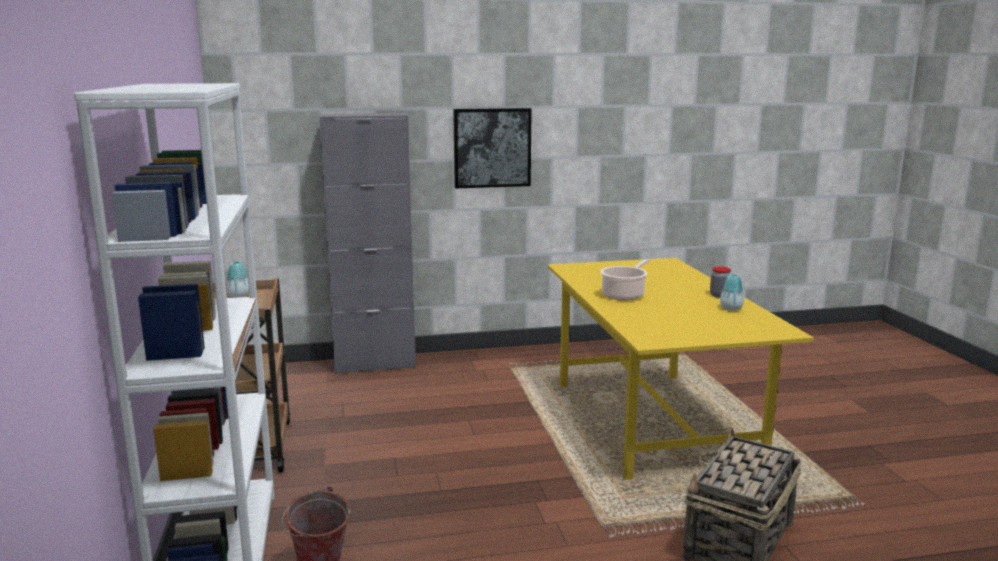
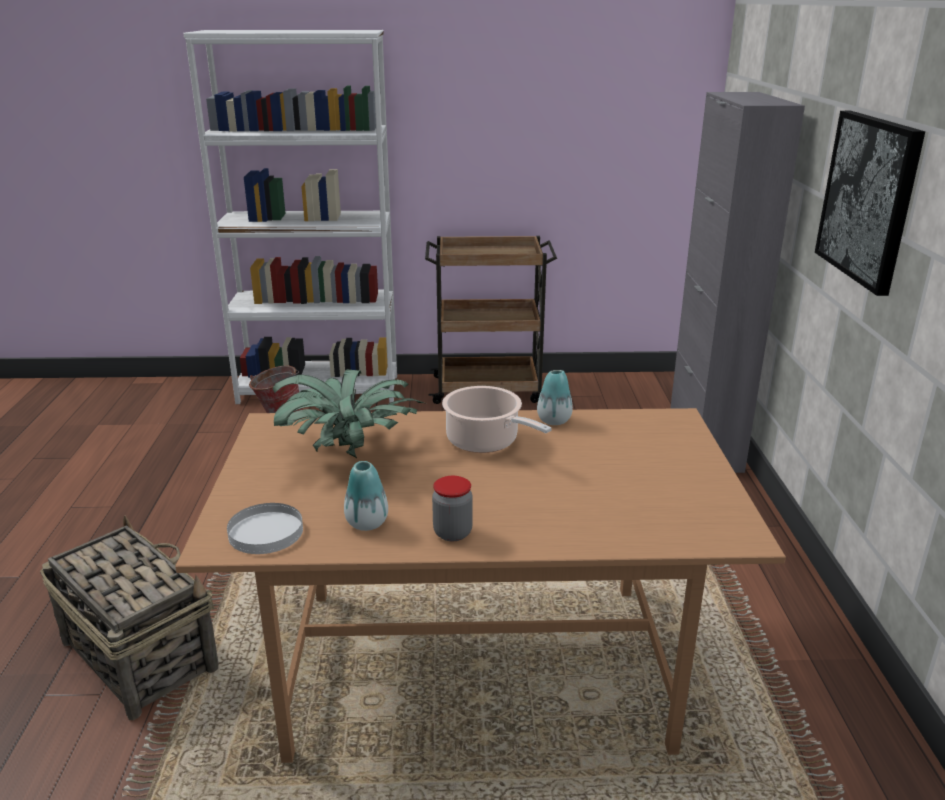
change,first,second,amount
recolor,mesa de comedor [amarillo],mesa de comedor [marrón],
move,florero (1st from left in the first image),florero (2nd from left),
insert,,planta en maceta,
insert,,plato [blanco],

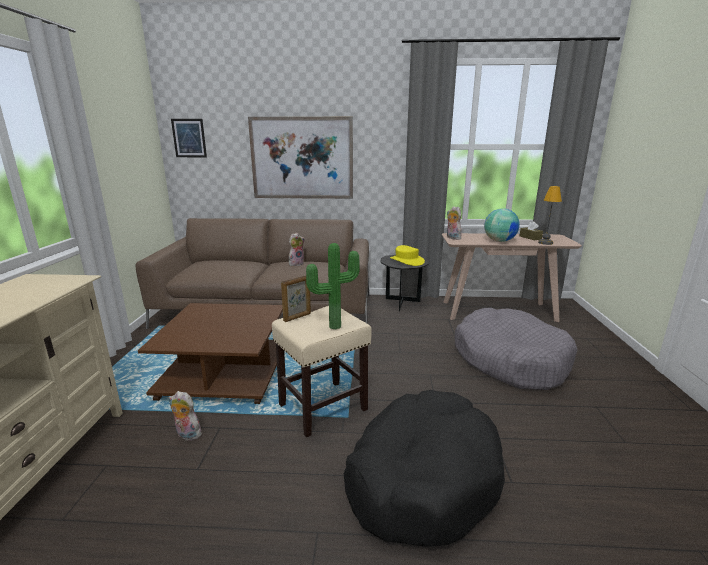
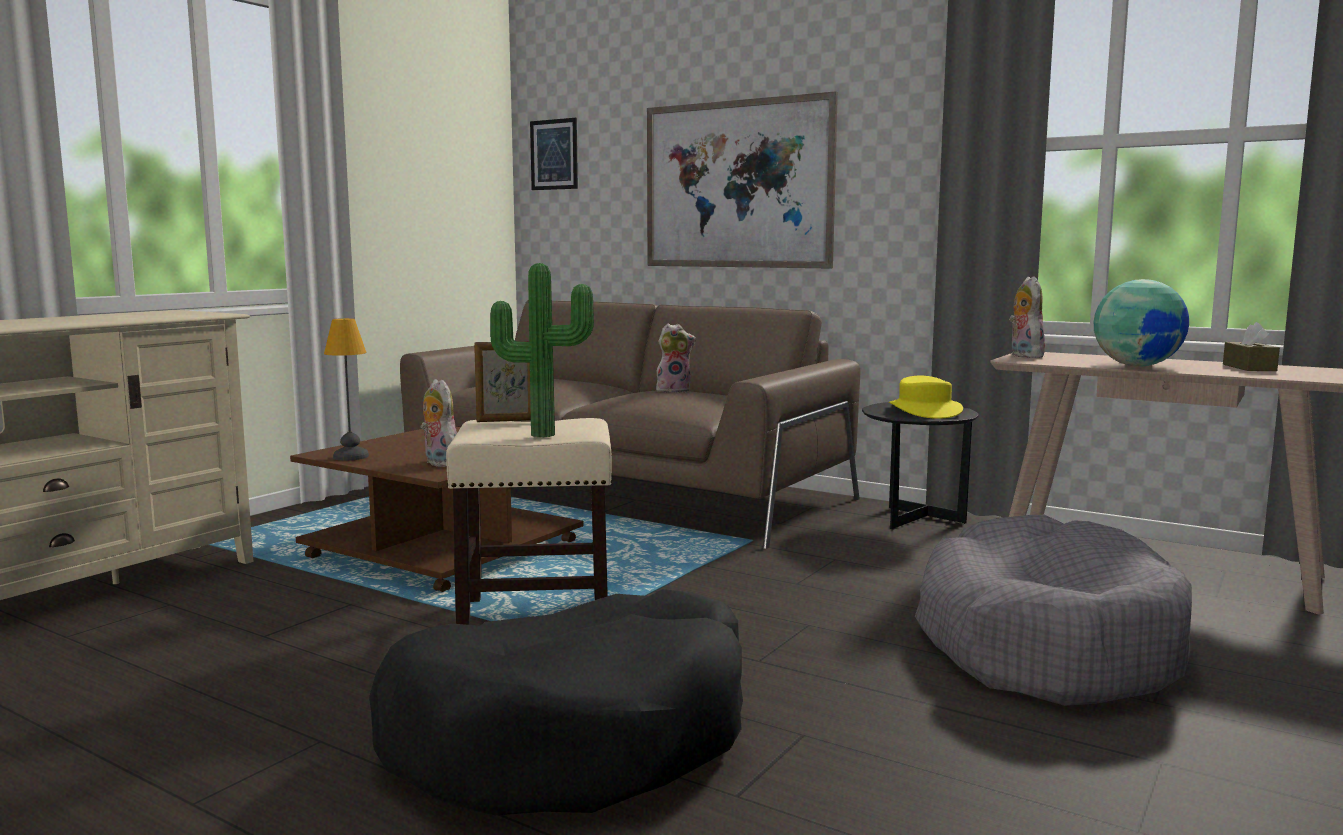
change,first,second,amount
move,lámpara de mesa,,
move,peluche (1st from left),,

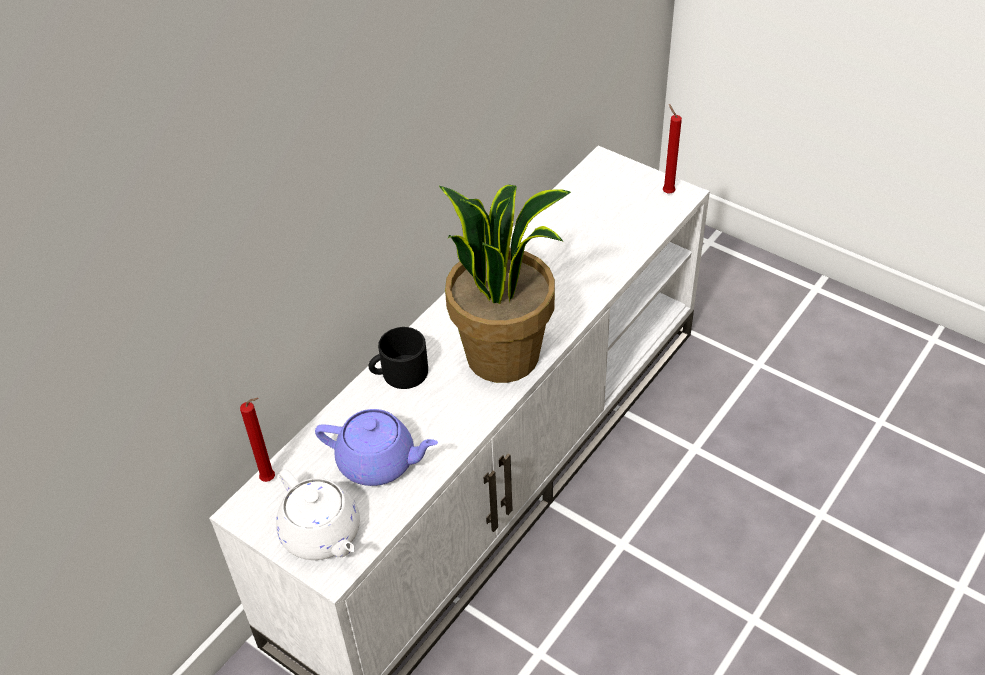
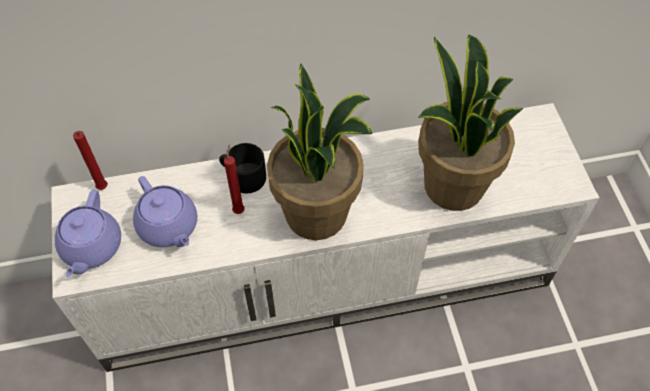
change,first,second,amount
move,vela [rojo] (2nd from left),,
recolor,tetera [blanco],tetera [morado] (1st from left),
insert,,planta en maceta (2nd from left),

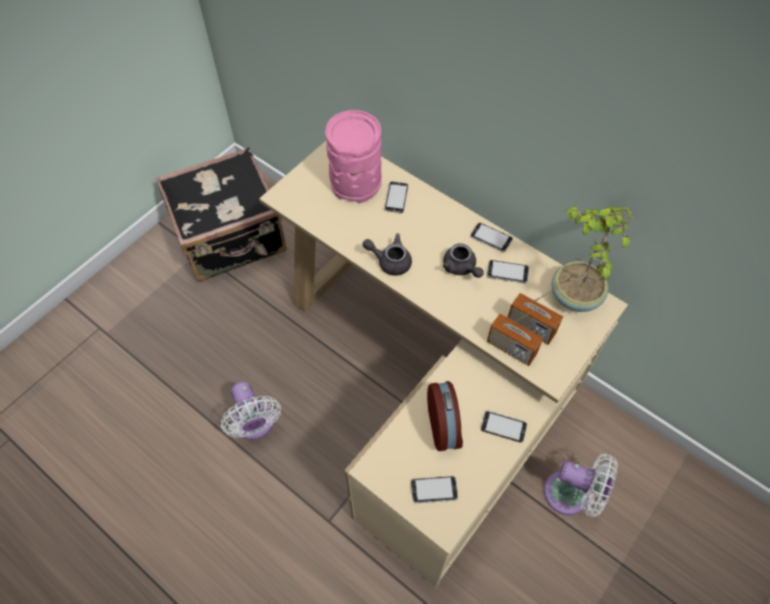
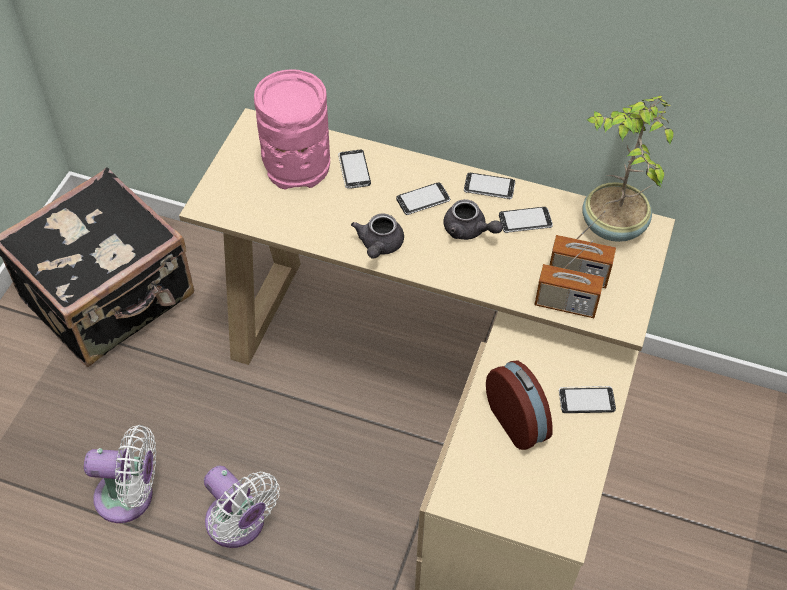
change,first,second,amount
rotate,tetera [gris] (1st from left),,75 degrees counterclockwise
move,ventilador [blanco] (2nd from left in the first image),ventilador [blanco] (1st from left),
move,móvil (2nd from left),,

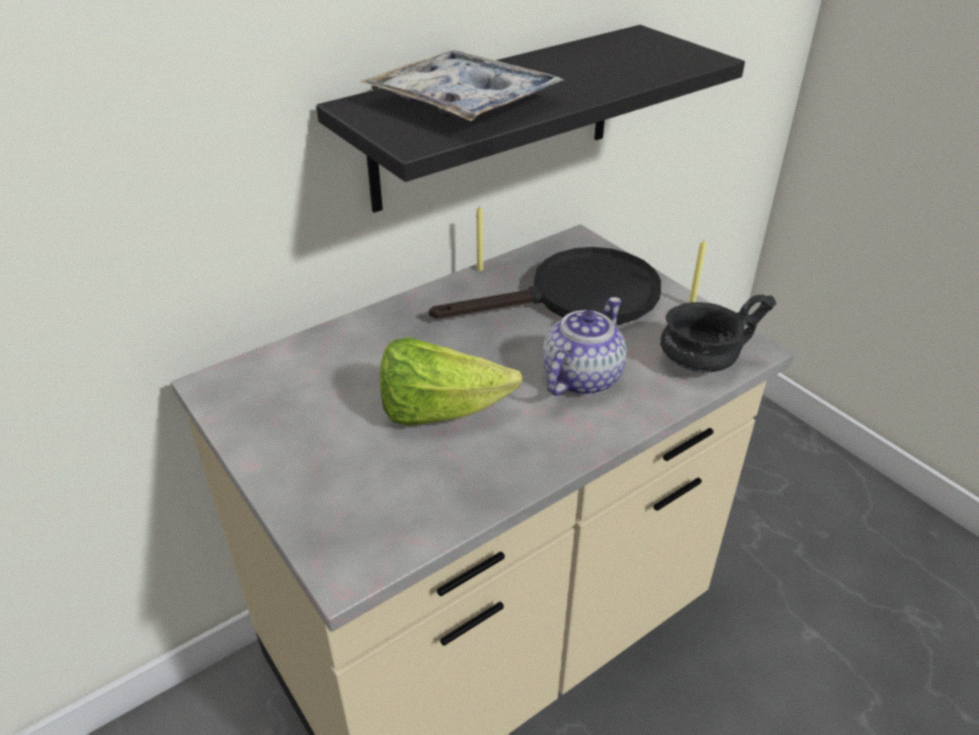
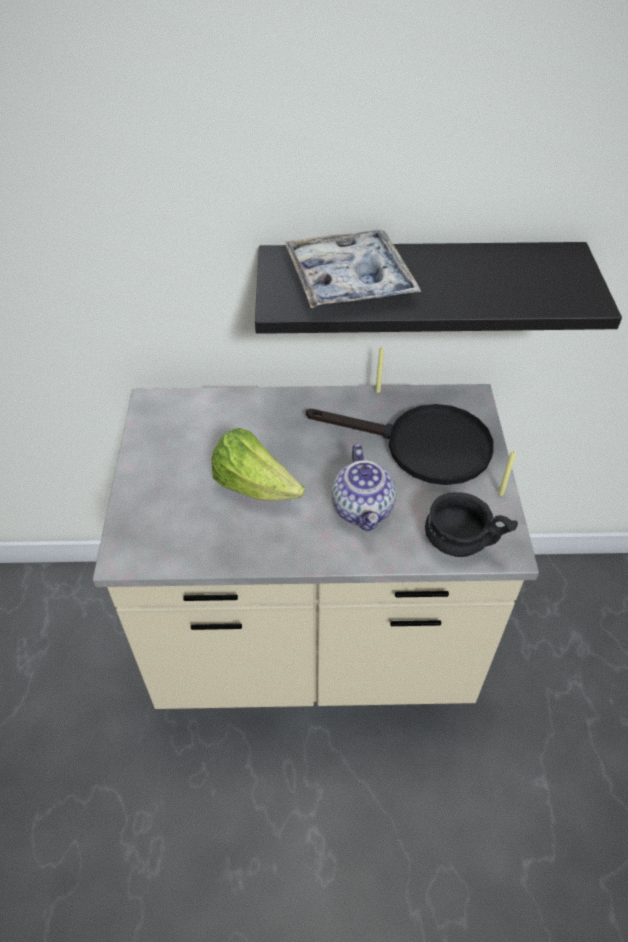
change,first,second,amount
rotate,tetera,,105 degrees clockwise

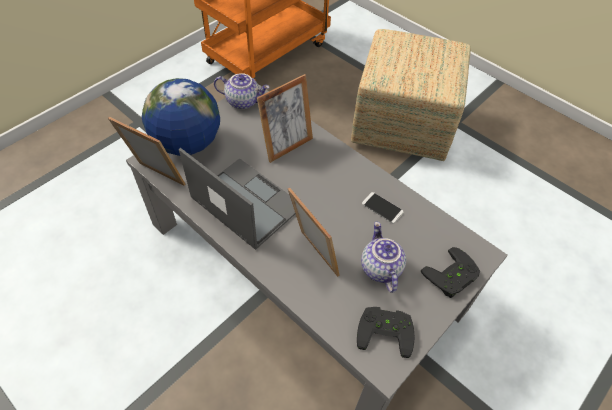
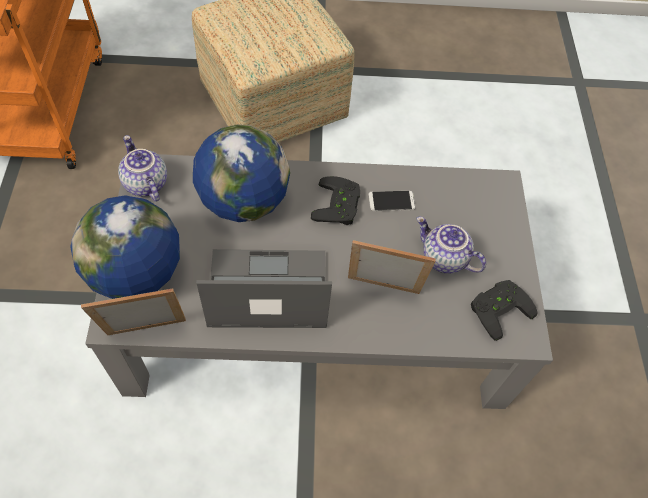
change,first,second,amount
rotate,tetera (1st from left),,90 degrees counterclockwise
replace,portarretratos (2nd from left),globo terráqueo (2nd from left),
move,mando de consola [negro] (2nd from left in the first image),mando de consola [negro] (1st from left),

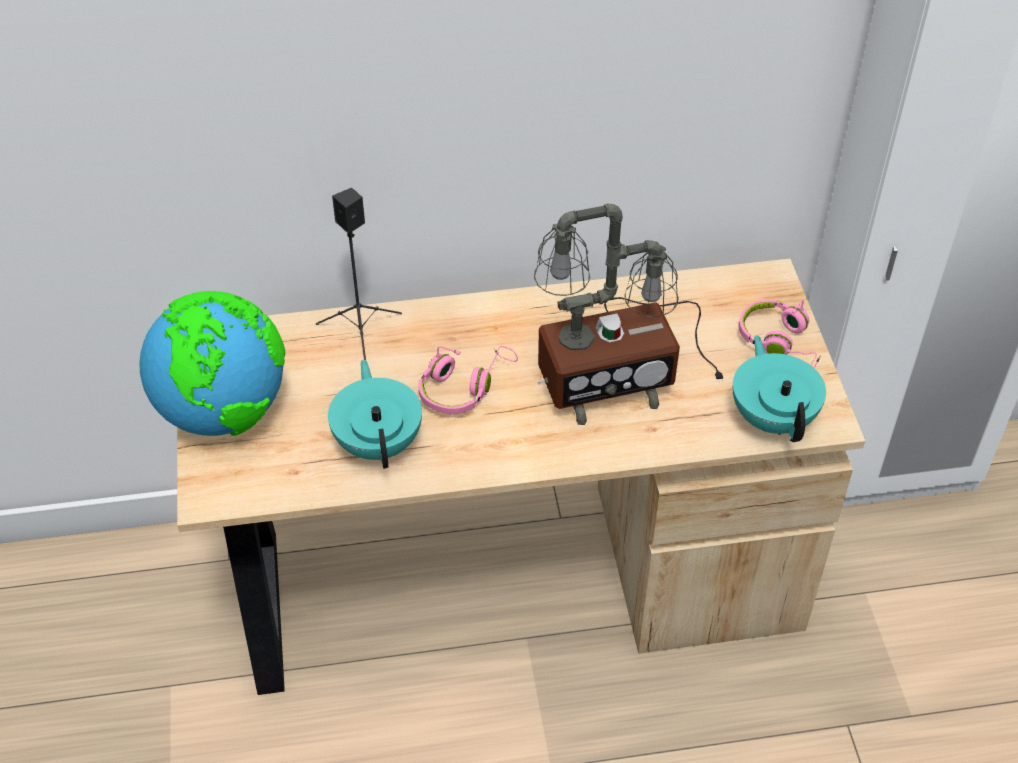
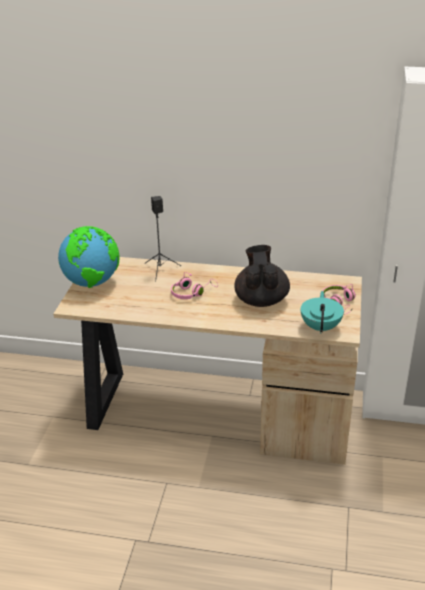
change,first,second,amount
replace,lámpara de mesa,tetera [negro],
delete,tetera [turquesa] (1st from left),,

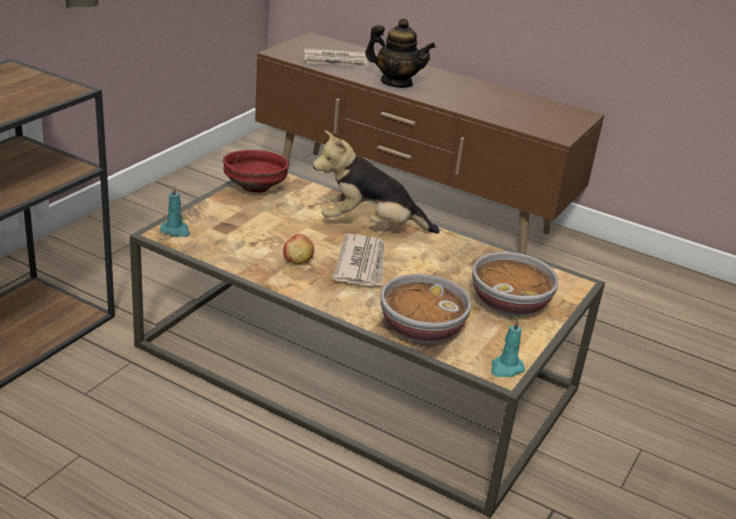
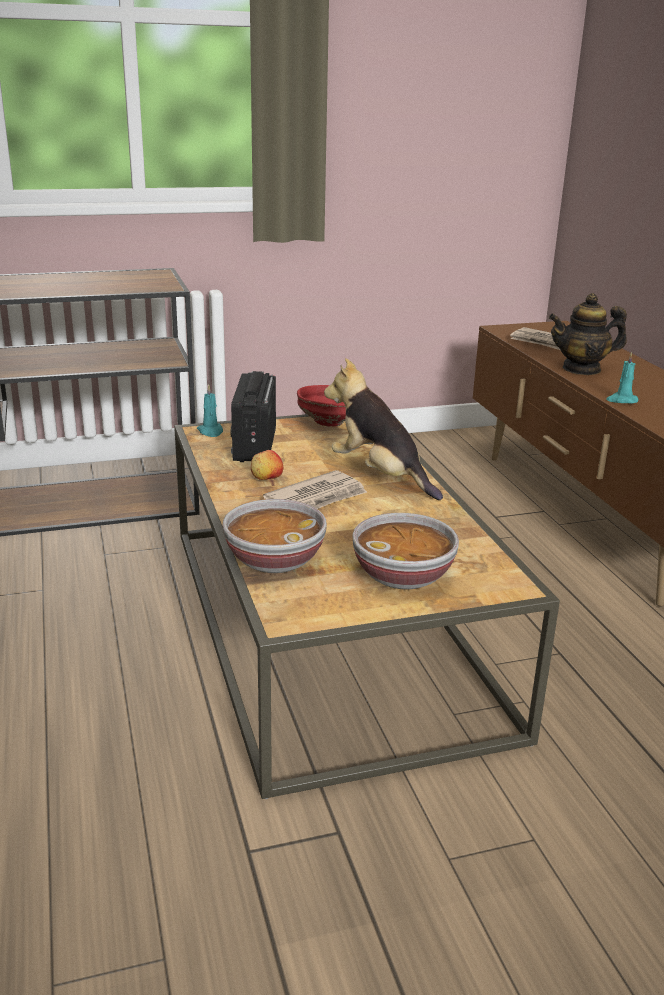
change,first,second,amount
rotate,tetera,,105 degrees clockwise
move,vela [turquesa] (2nd from left),,
insert,,radio,

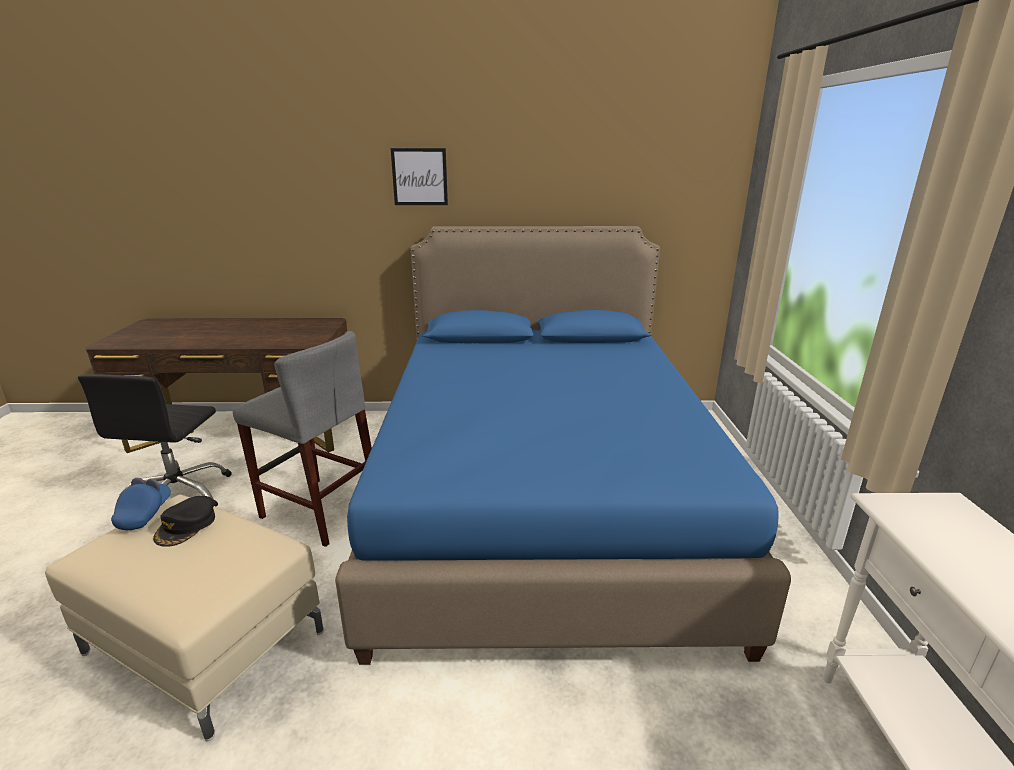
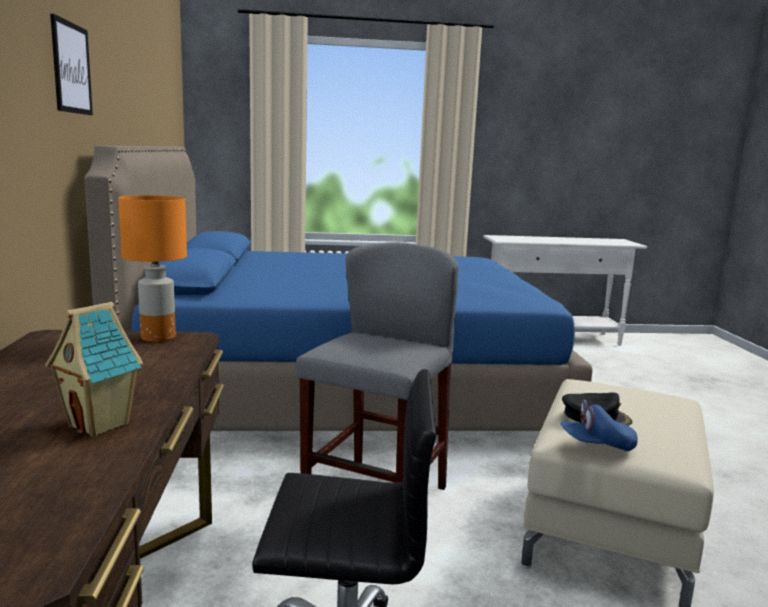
change,first,second,amount
insert,,lámpara de mesa [naranja],
insert,,casita,

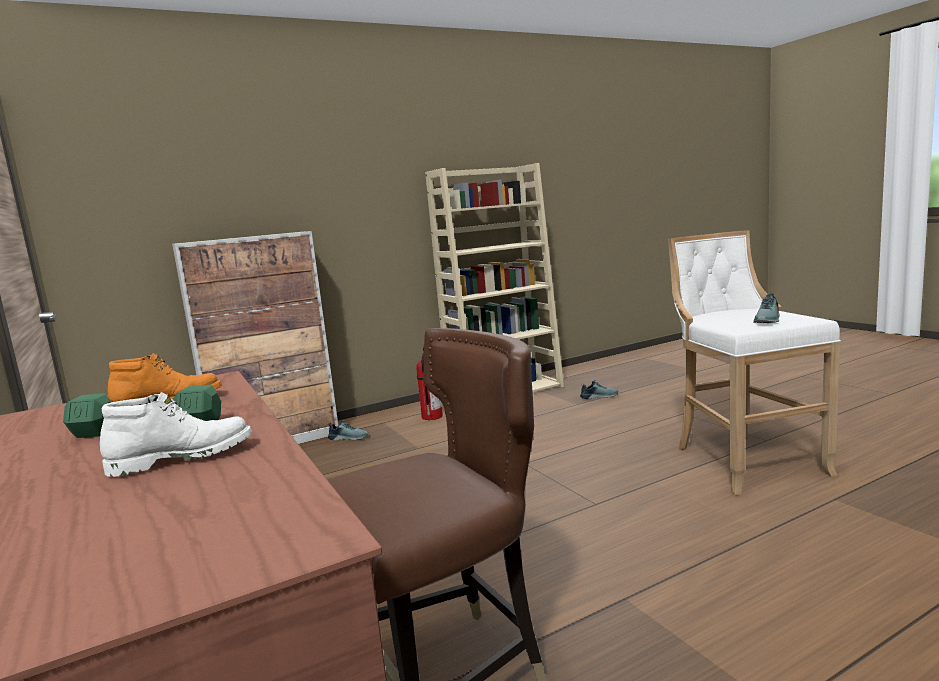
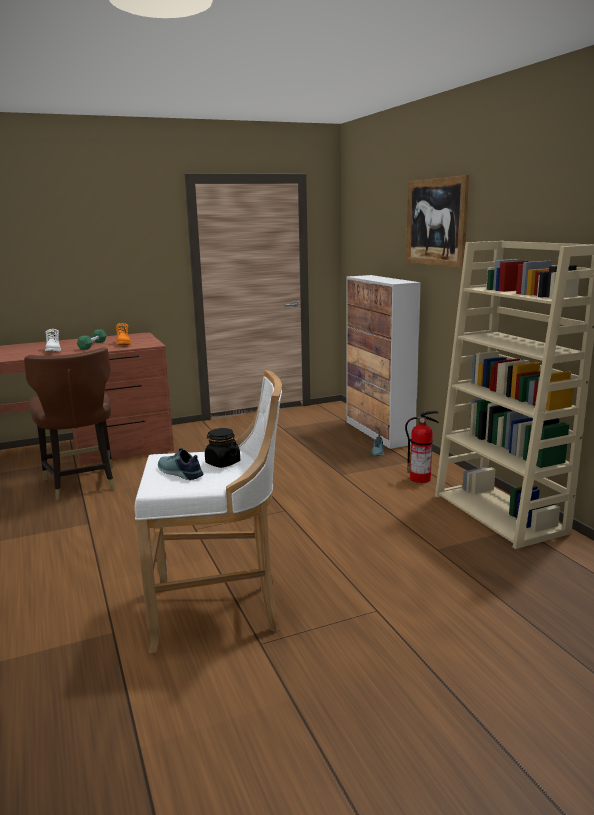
change,first,second,amount
delete,zapato (2nd from left),,
insert,,cuadro,
insert,,tarro [negro],

